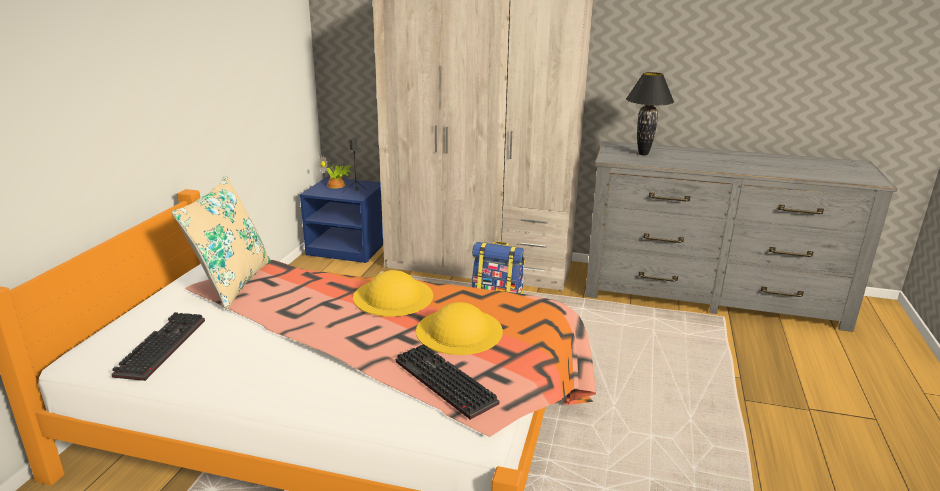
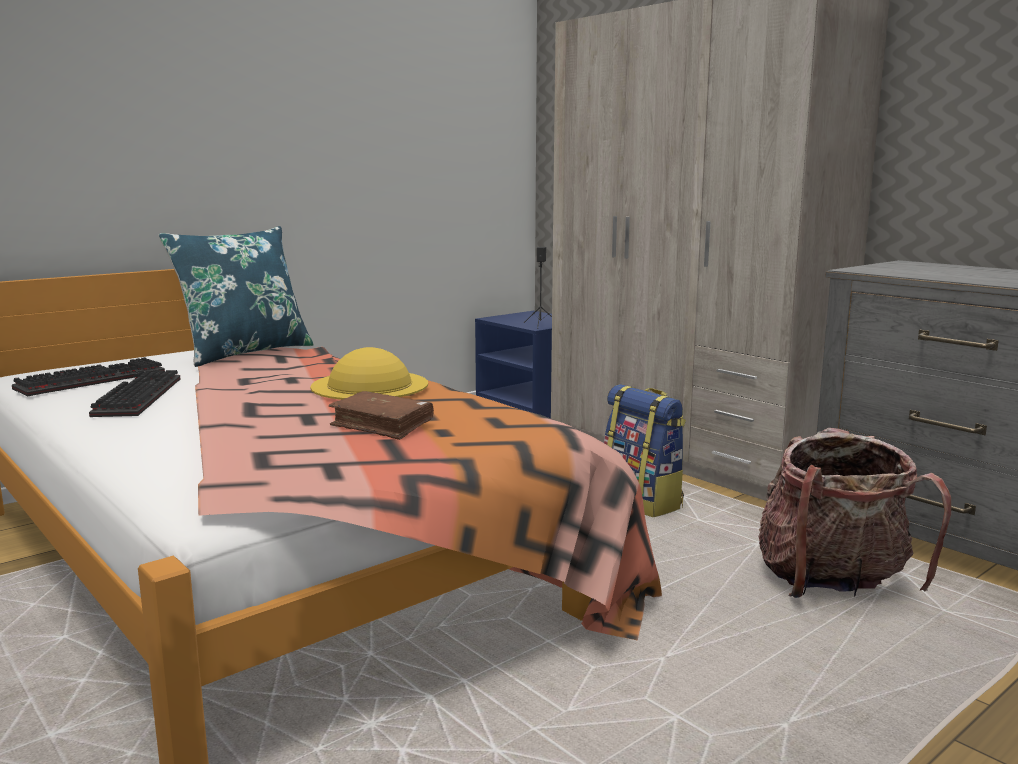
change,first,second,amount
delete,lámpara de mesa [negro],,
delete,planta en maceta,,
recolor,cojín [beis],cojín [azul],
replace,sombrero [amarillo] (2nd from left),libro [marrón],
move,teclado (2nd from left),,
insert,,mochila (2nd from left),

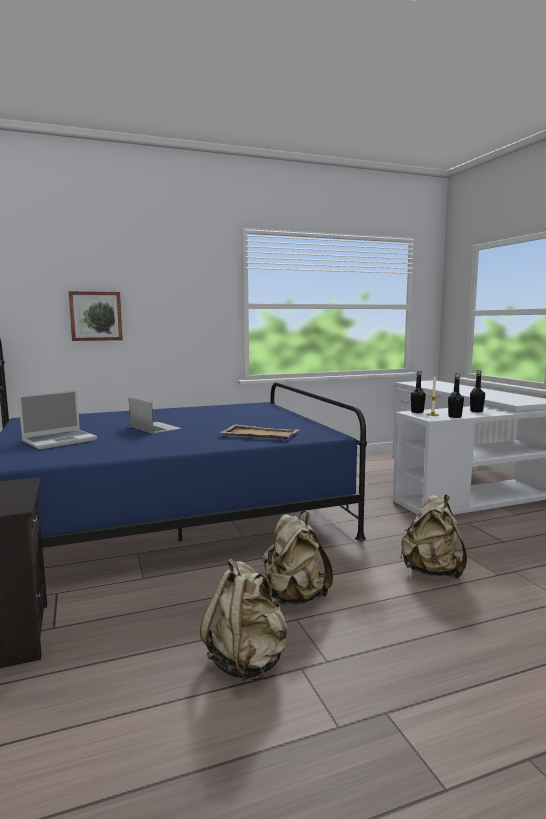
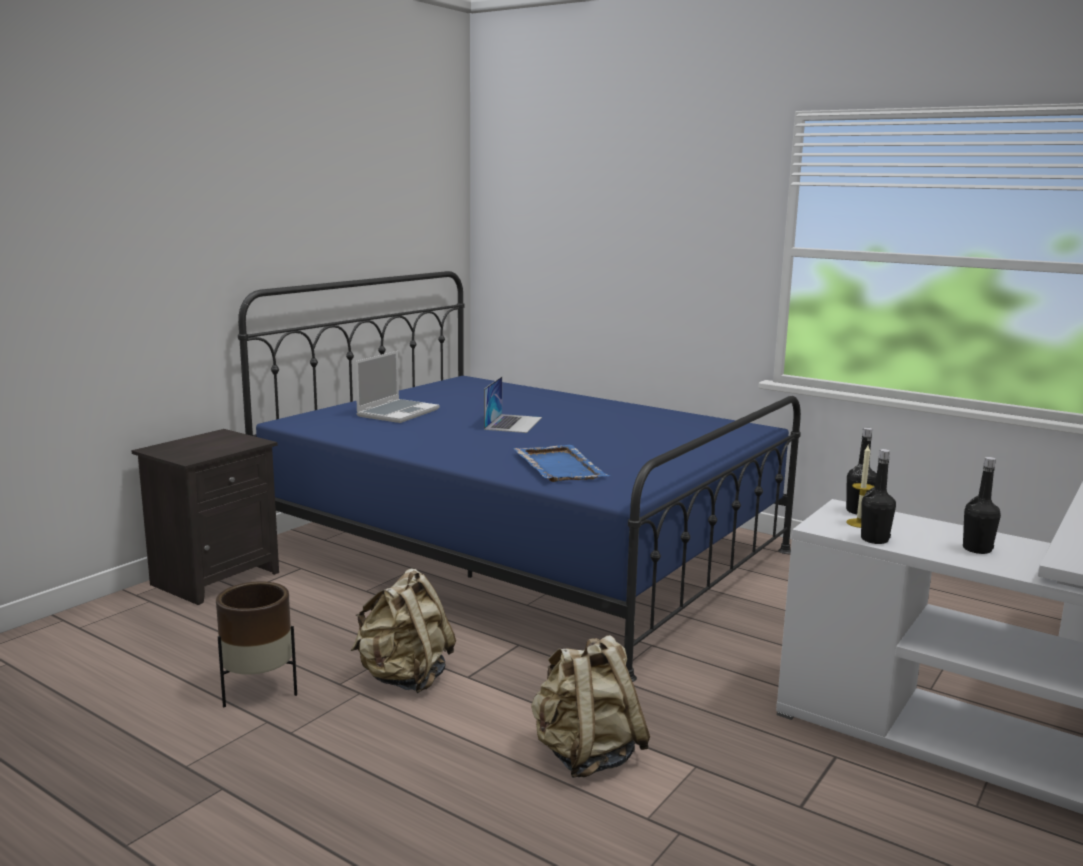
change,first,second,amount
delete,cuadro,,
rotate,portátil (1st from left),,75 degrees counterclockwise
recolor,bandeja [beis],bandeja [azul],
replace,mochila [beis] (1st from left),maceta [marrón],

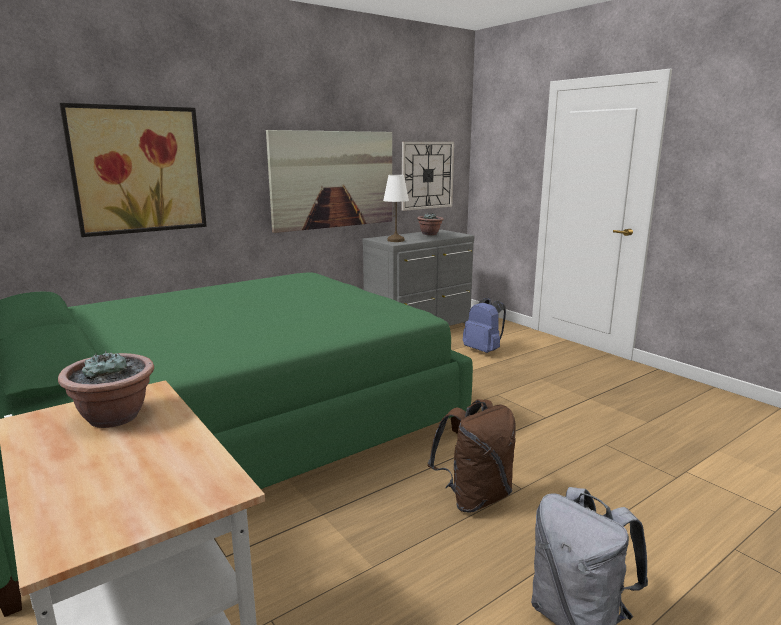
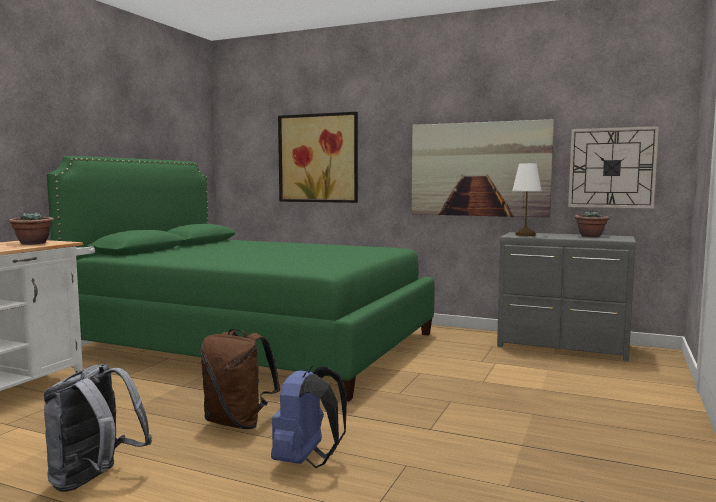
change,first,second,amount
move,mochila [azul],,

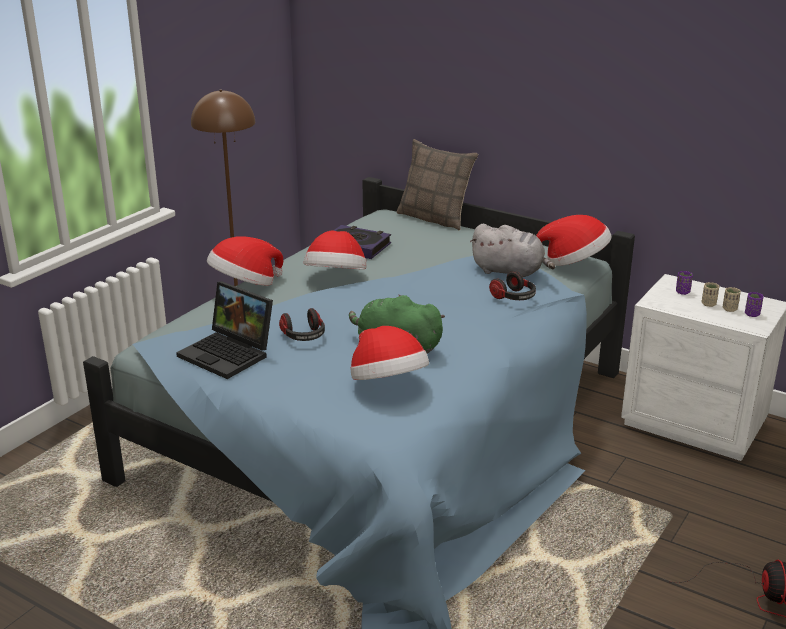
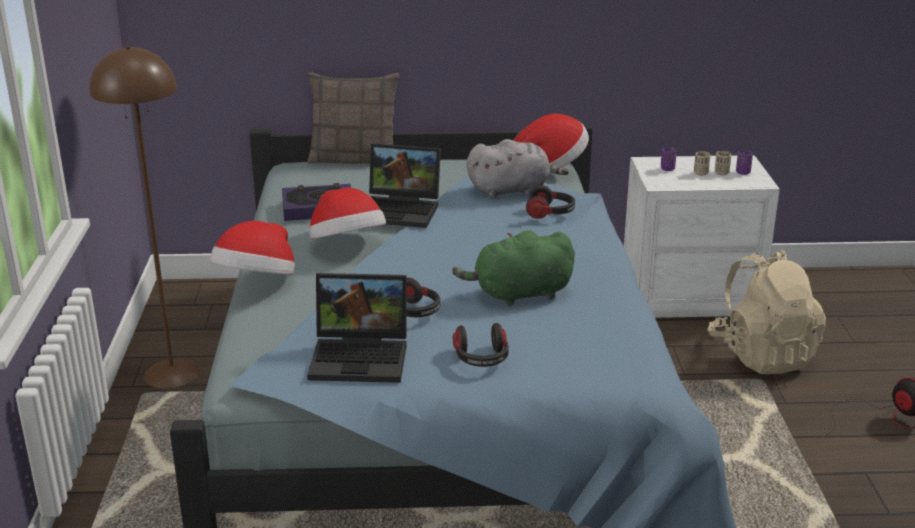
change,first,second,amount
delete,sombrero (3rd from left),,
insert,,portátil (2nd from left),
insert,,mochila [beis],
insert,,auriculares (2nd from left),

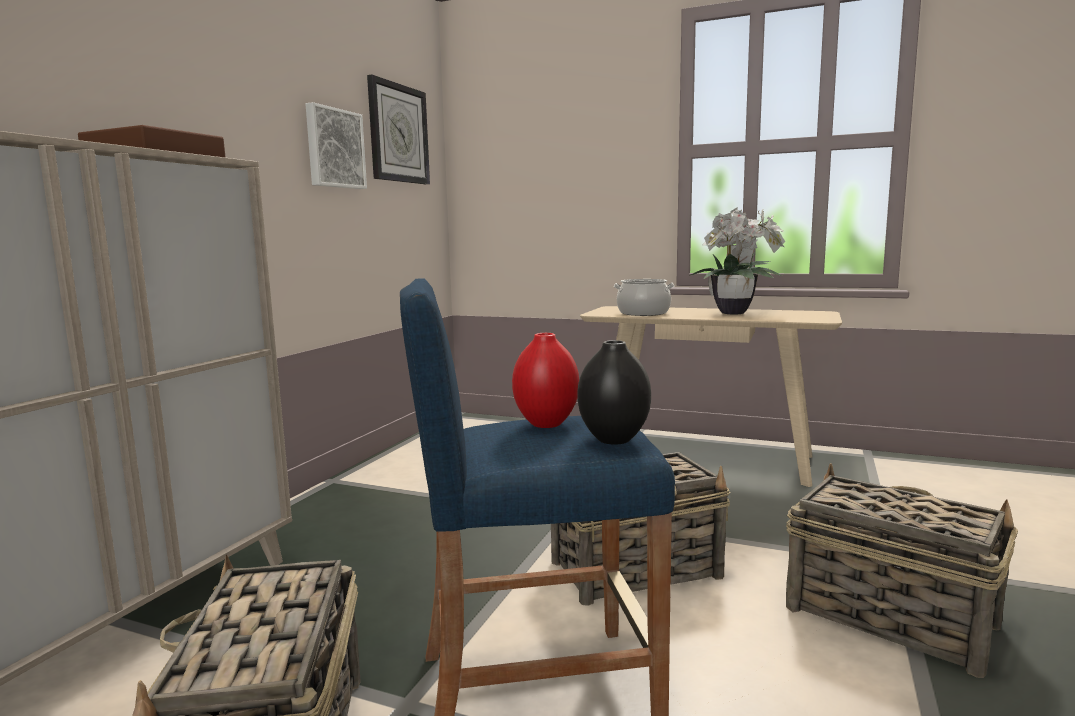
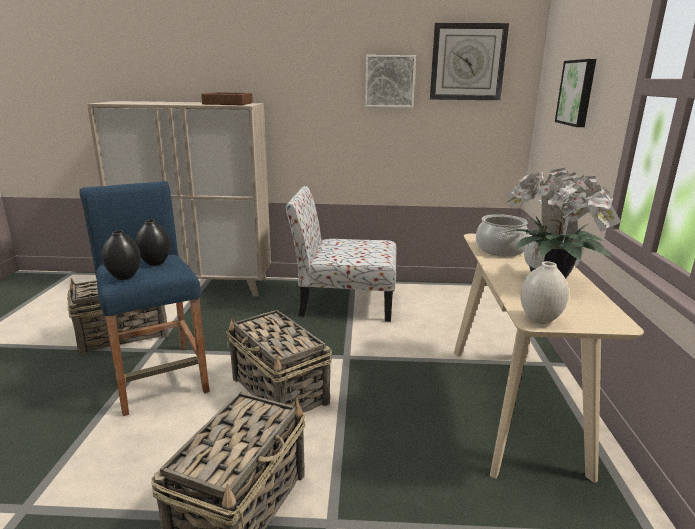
change,first,second,amount
recolor,florero [rojo],florero [negro] (2nd from left),
insert,,cuadro (2nd from left),
insert,,silla,
insert,,florero [blanco],

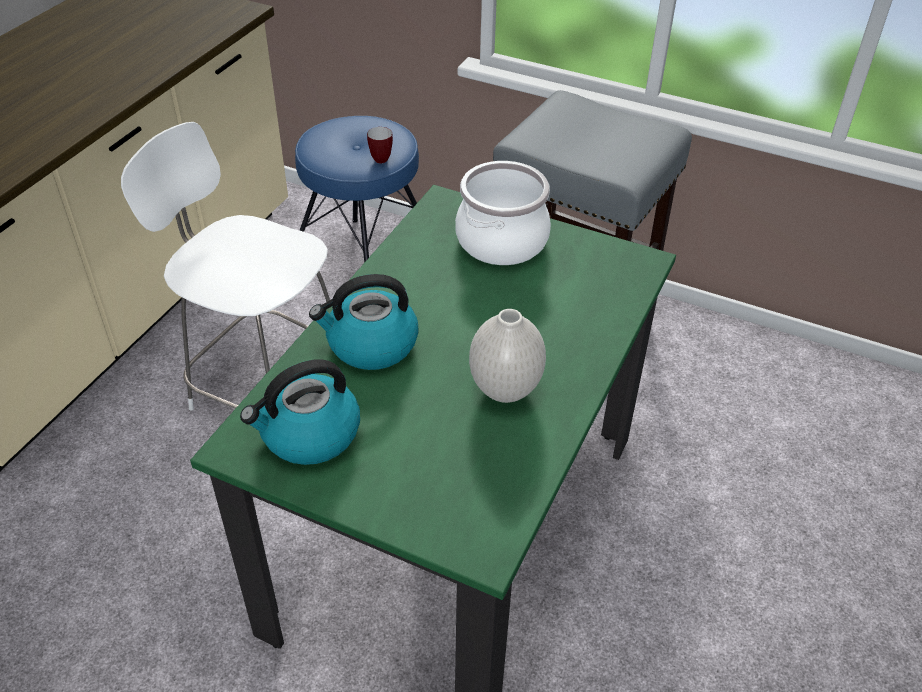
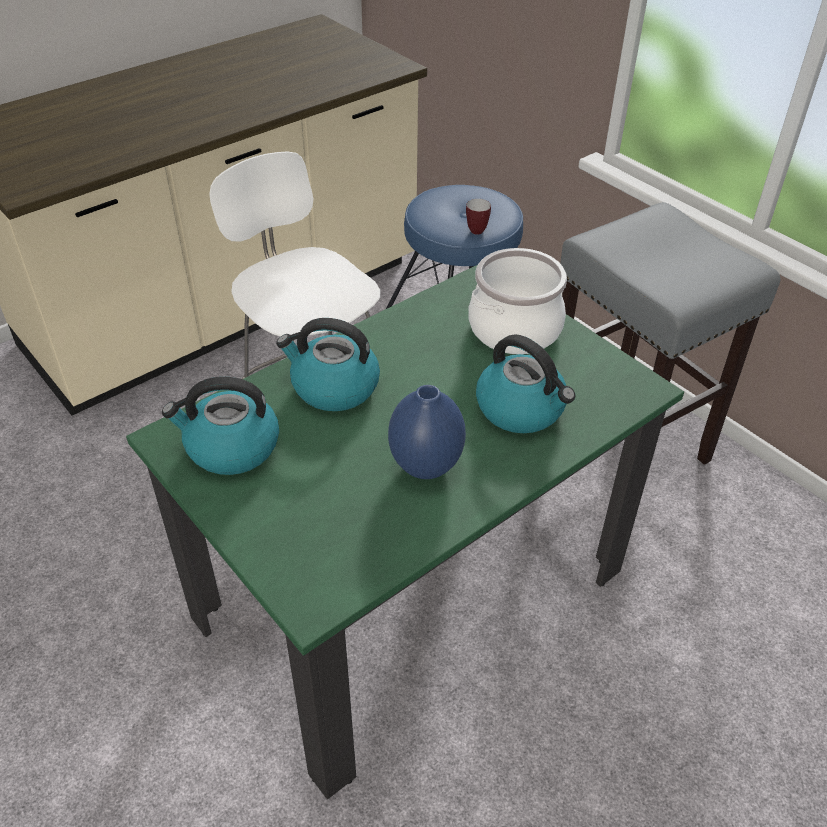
change,first,second,amount
recolor,florero [blanco],florero [azul],
insert,,hervidor (3rd from left),

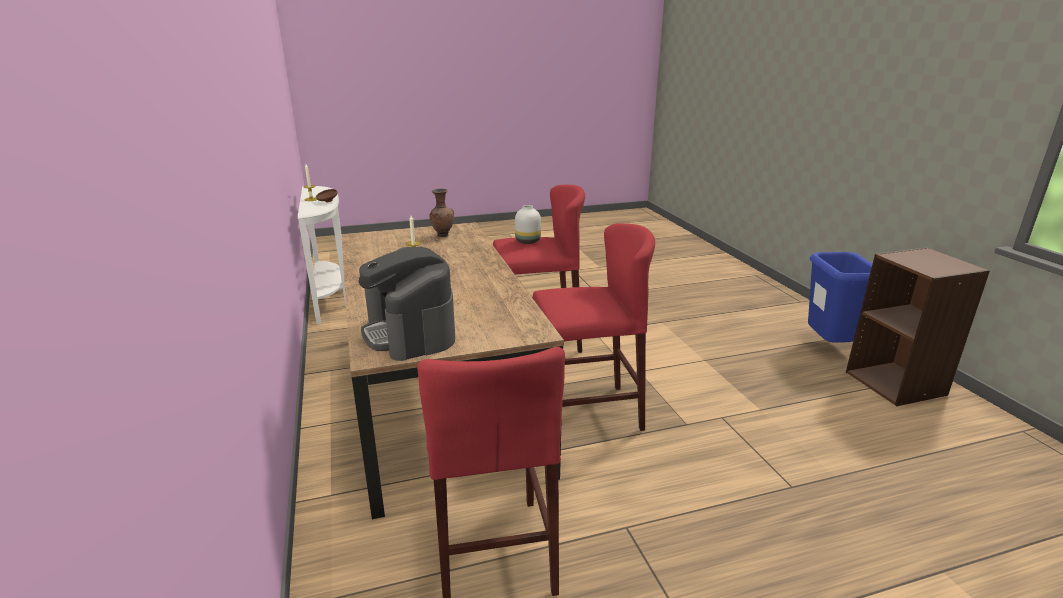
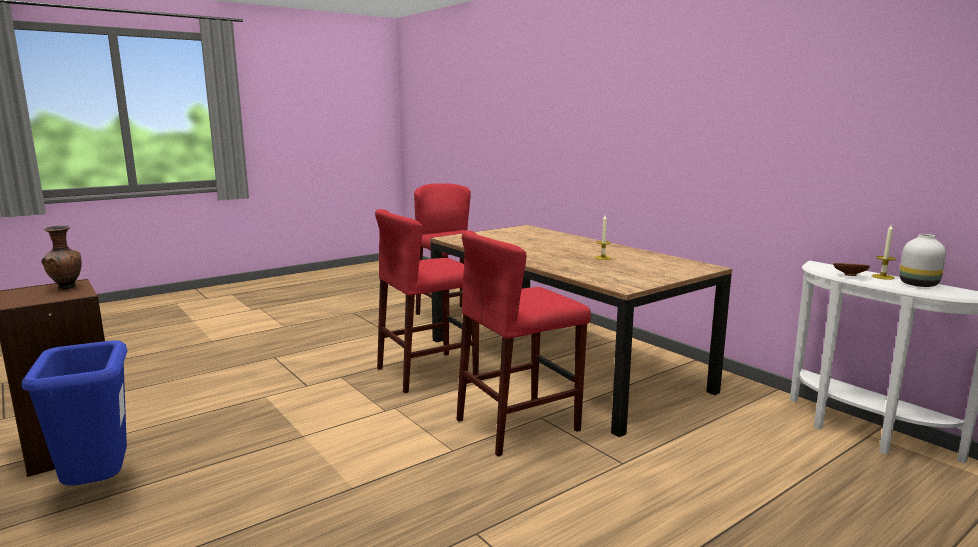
change,first,second,amount
move,florero [marrón],,
move,florero [blanco],,
delete,cafetera,,

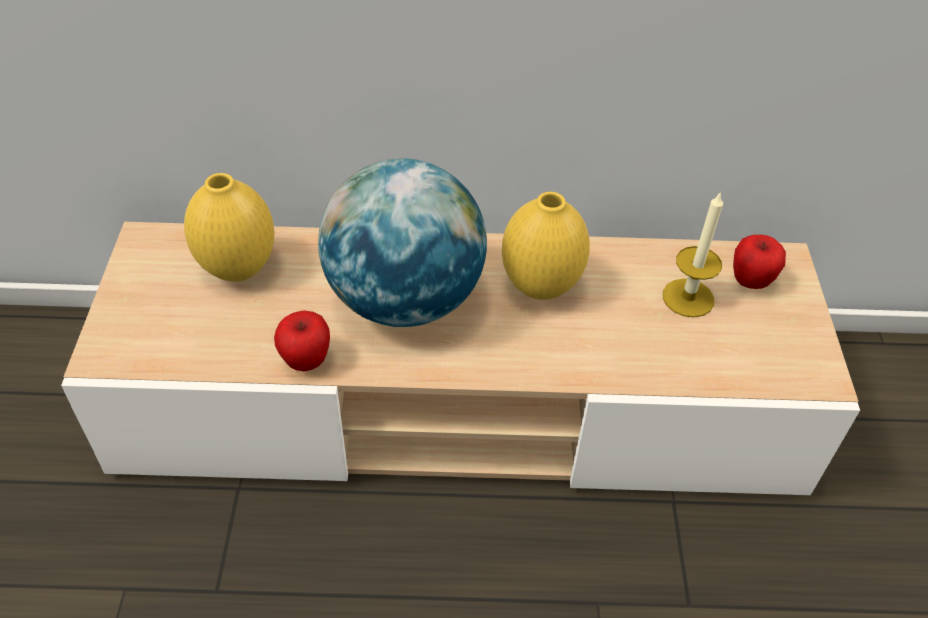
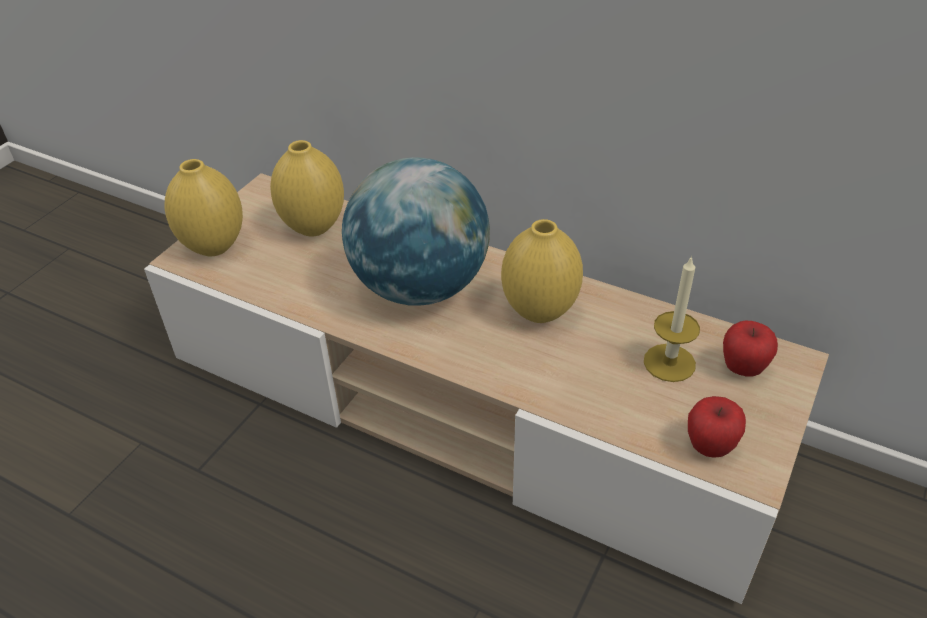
change,first,second,amount
move,manzana (1st from left),,
insert,,florero [amarillo] (1st from left),

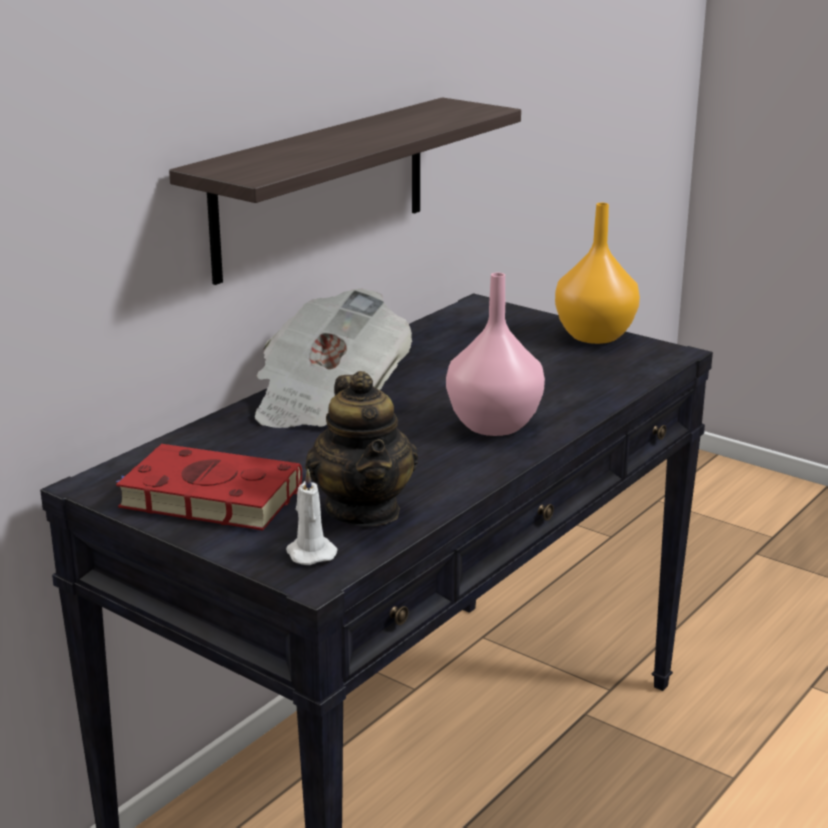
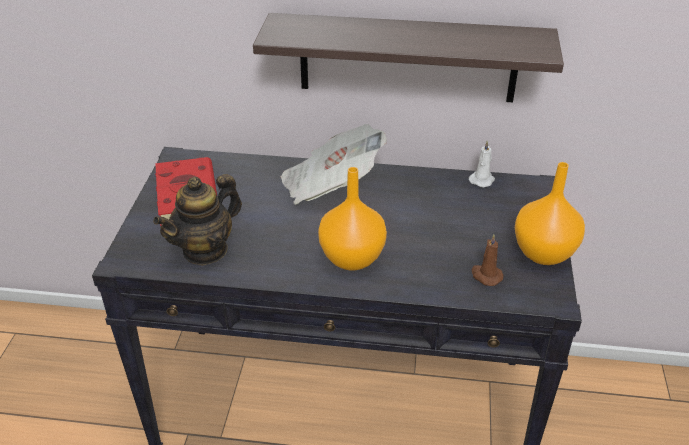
change,first,second,amount
recolor,florero [rosa],florero [naranja] (1st from left),
move,vela [blanco],,
insert,,vela [marrón],

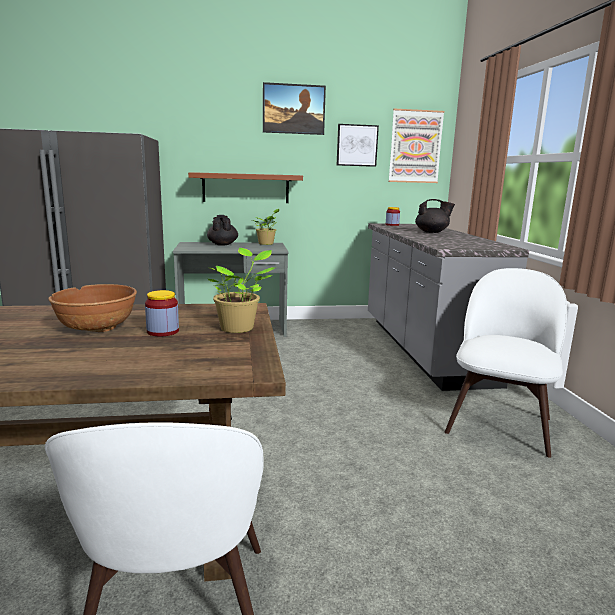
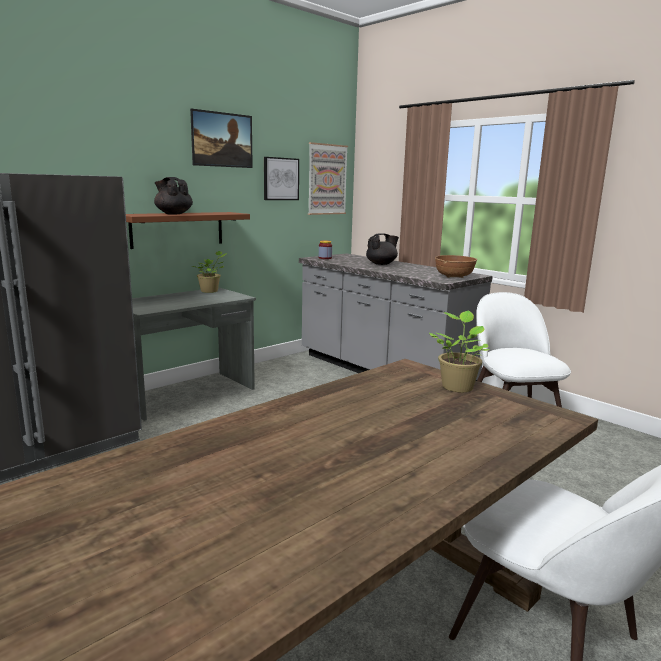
change,first,second,amount
move,tetera [negro] (1st from left),,
move,cuenco [marrón],,
delete,tarro (1st from left),,

